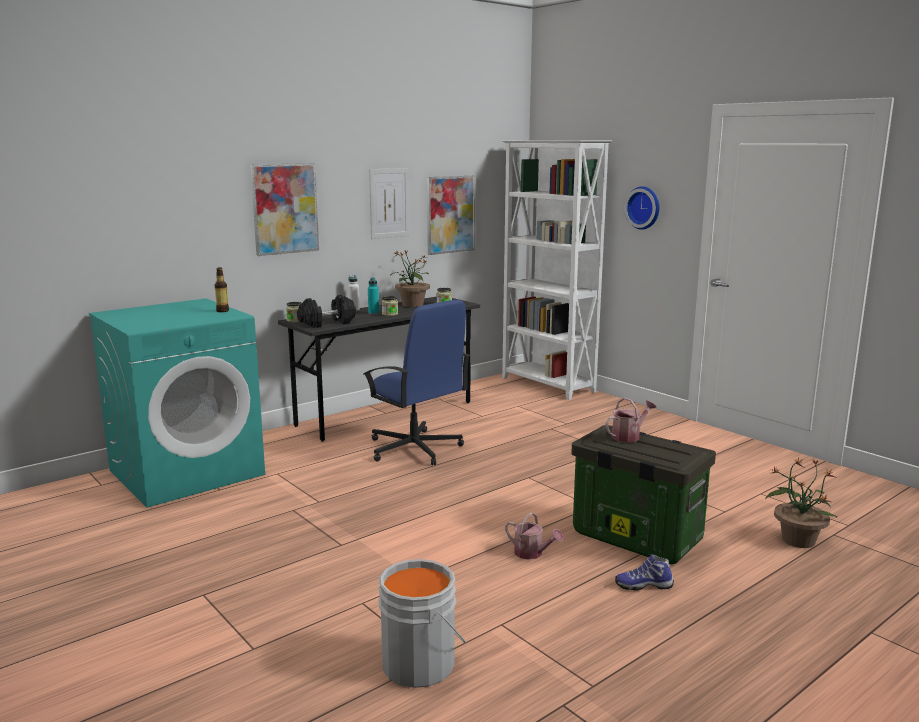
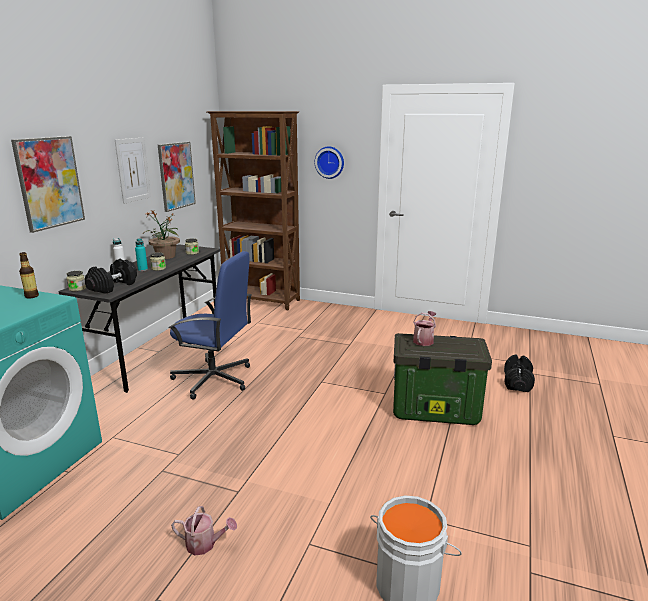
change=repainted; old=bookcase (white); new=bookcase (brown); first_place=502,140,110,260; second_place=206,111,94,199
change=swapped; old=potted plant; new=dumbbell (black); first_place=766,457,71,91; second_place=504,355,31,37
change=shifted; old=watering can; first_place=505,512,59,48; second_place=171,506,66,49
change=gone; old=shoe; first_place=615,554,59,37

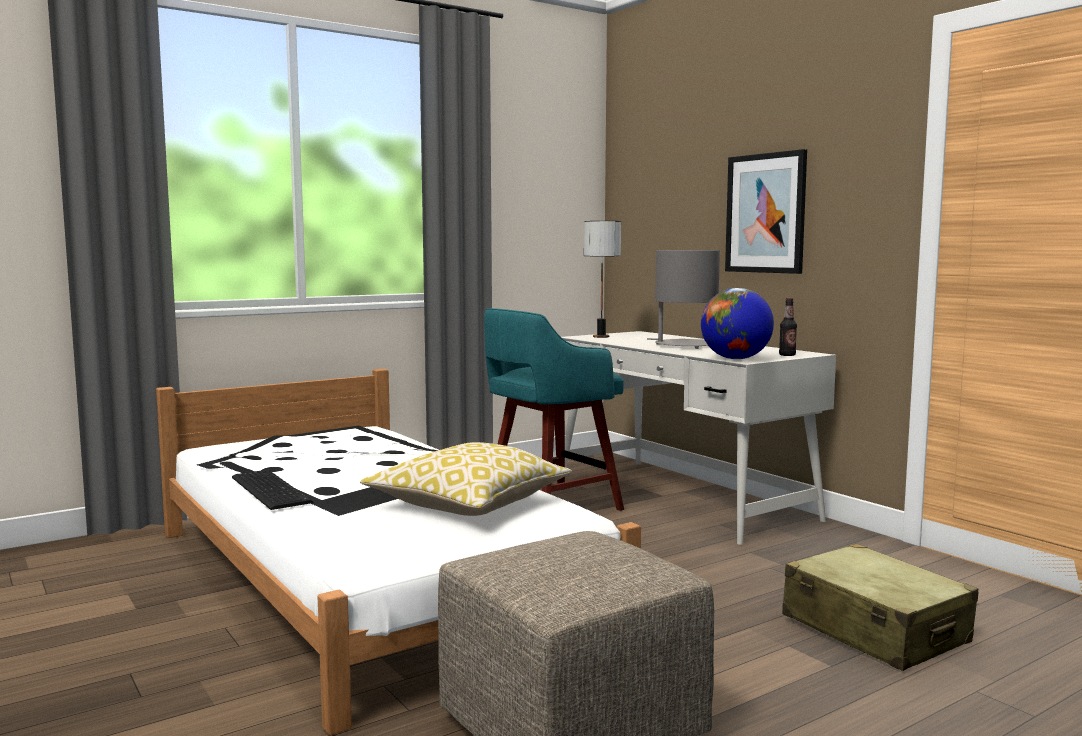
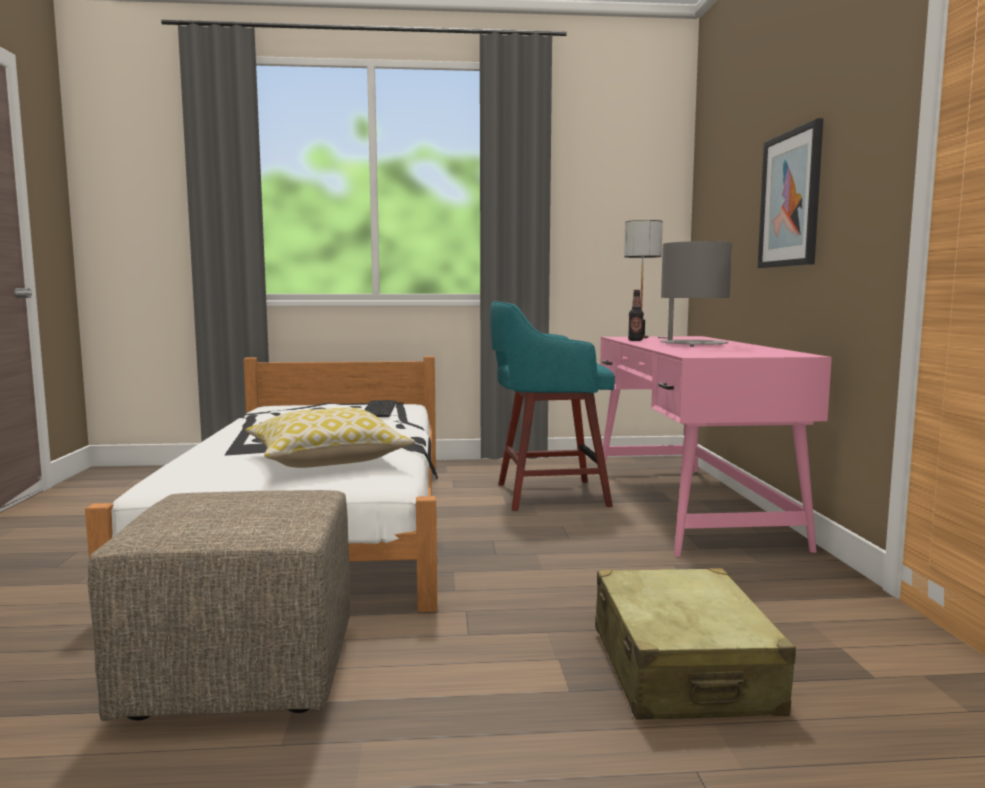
change=gone; old=globe; first_place=701,288,73,71
change=shifted; old=bottle; first_place=779,298,18,58; second_place=628,290,16,51
change=repainted; old=desk (white); new=desk (pink); first_place=562,331,274,214; second_place=600,336,232,221
change=shifted; old=keyboard; first_place=232,470,81,40; second_place=364,400,32,17

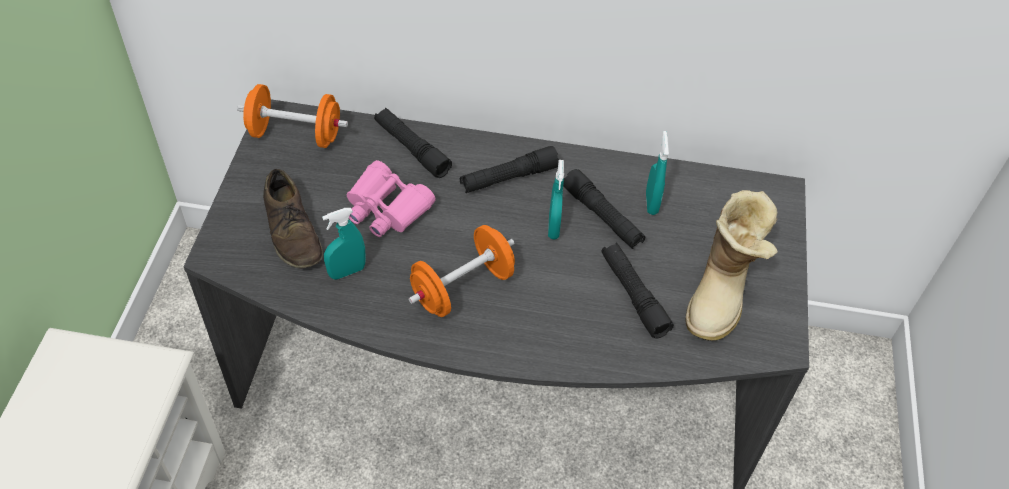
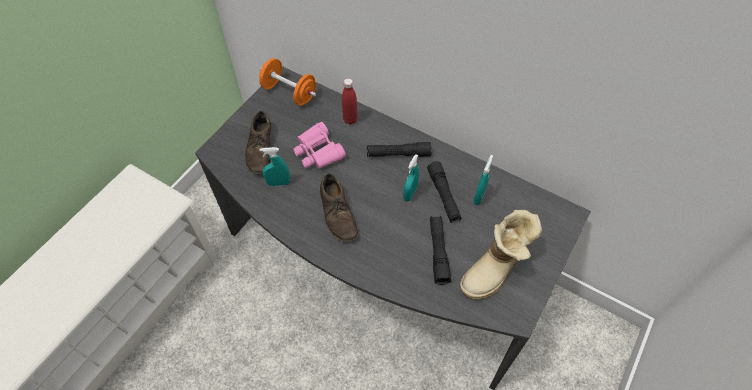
change=swapped; old=flashlight (black); new=bottle (red); first_place=374,108,78,70; second_place=342,78,16,46
change=swapped; old=dumbbell (orange); new=shoe (brown); first_place=408,225,107,92; second_place=320,174,38,68

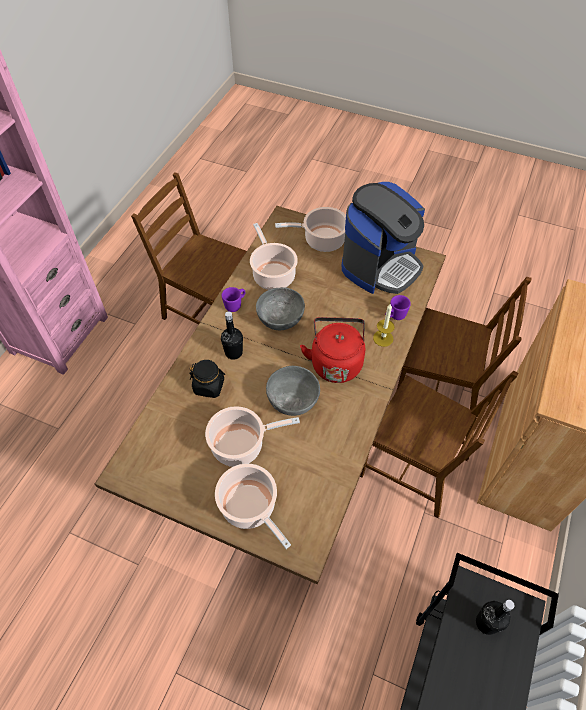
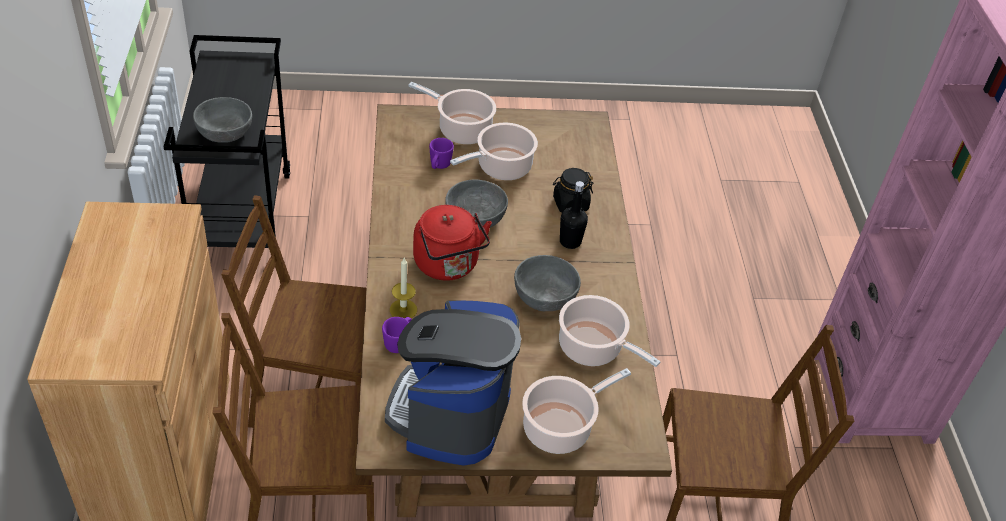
change=shifted; old=mug (purple); first_place=222,287,23,25; second_place=429,138,25,31
change=swapped; old=bottle (black); new=bowl (grey); first_place=476,600,39,35; second_place=193,97,59,46

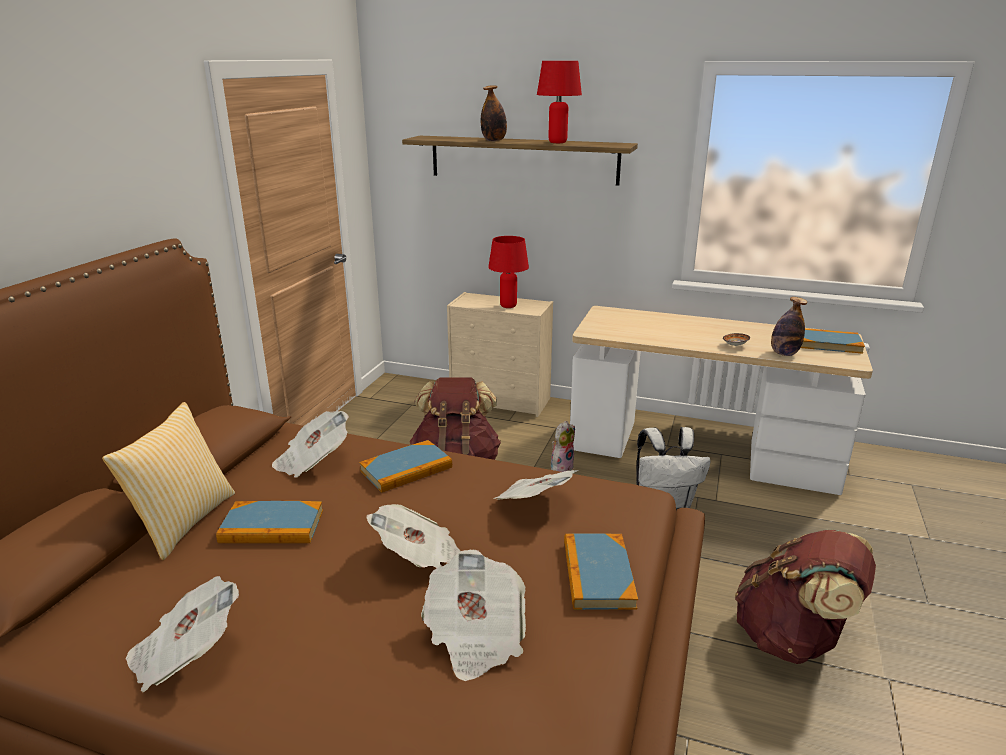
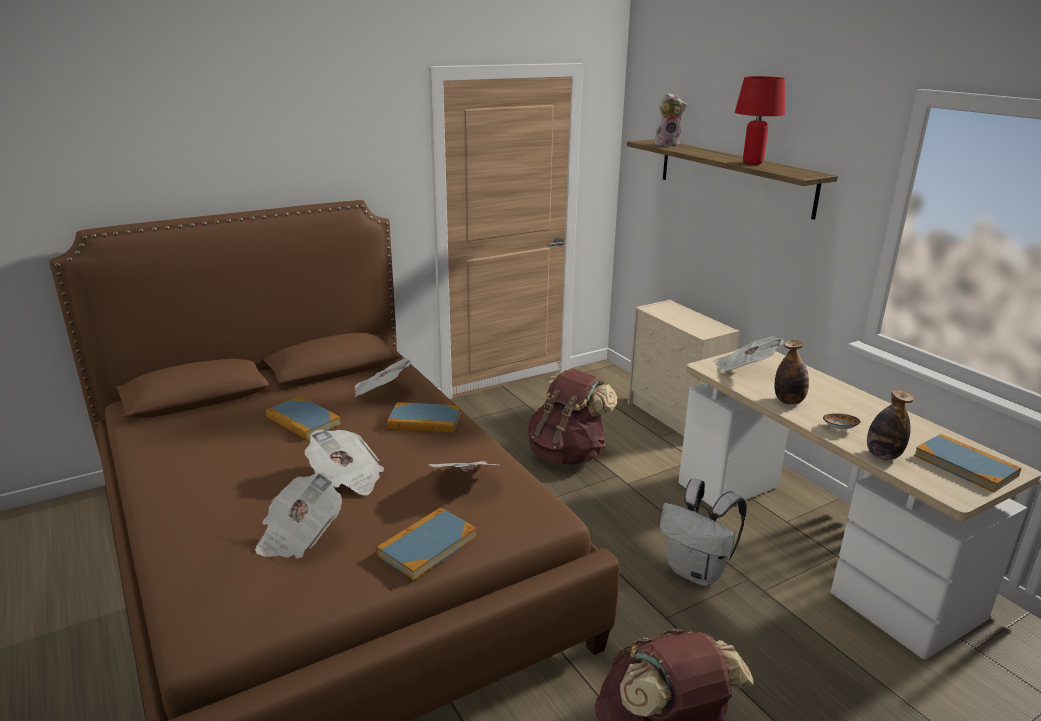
change=shifted; old=bottle; first_place=481,85,26,56; second_place=774,340,35,65
change=gone; old=table lamp (red); first_place=488,236,41,72
change=gone; old=pillow; first_place=102,402,133,158
change=shifted; old=plush toy; first_place=551,421,24,51; second_place=655,93,32,54
change=shifted; old=newspaper; first_place=126,576,113,116; second_place=714,336,70,36

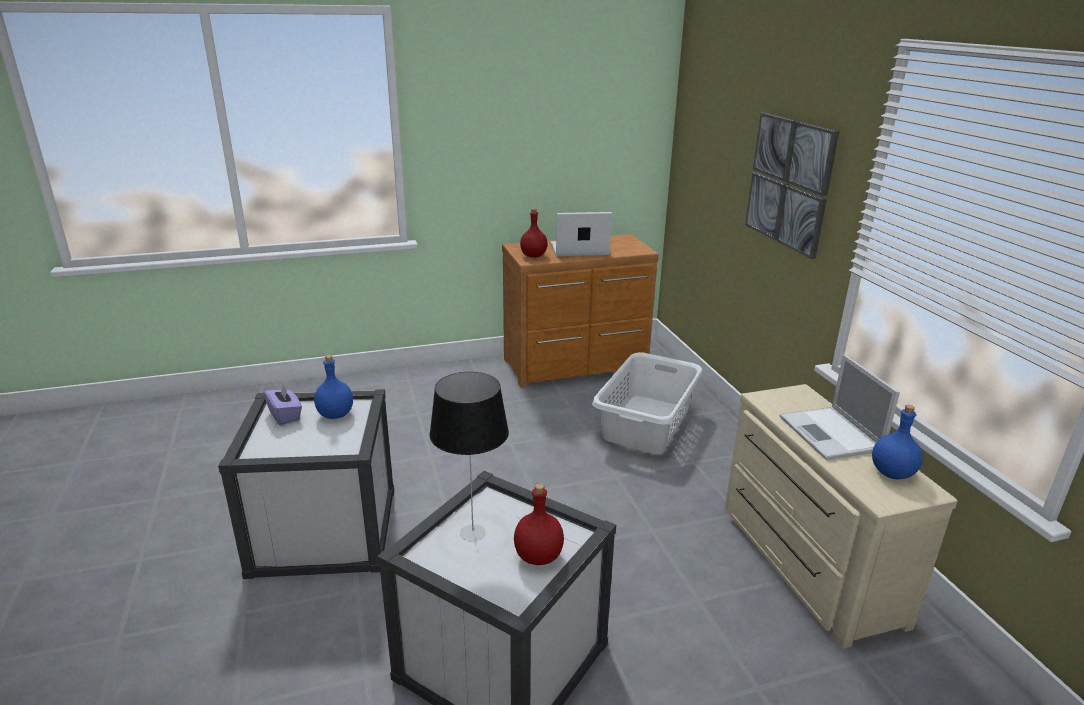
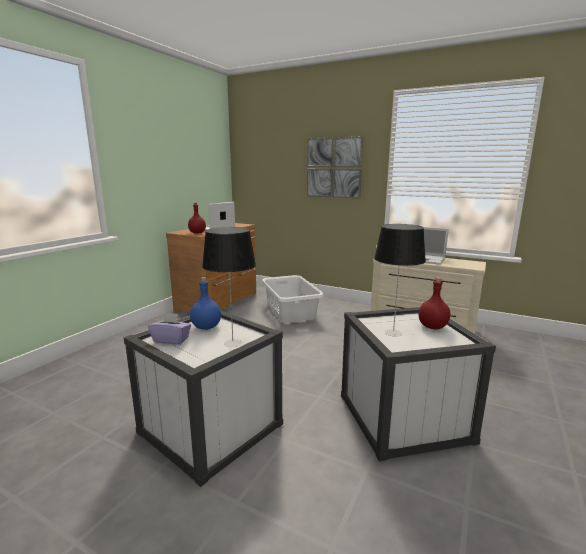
change=gone; old=bottle (blue); first_place=872,405,51,74
change=new; new=table lamp; second_place=202,227,54,120

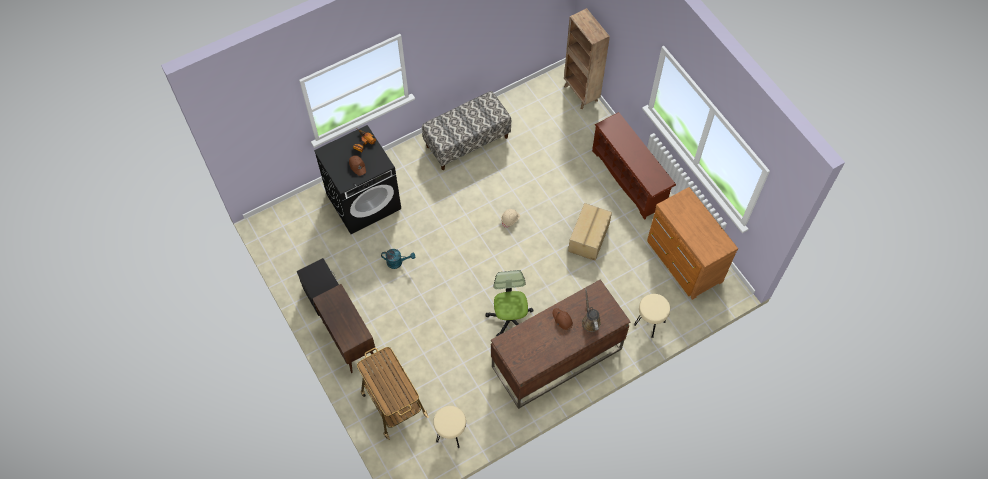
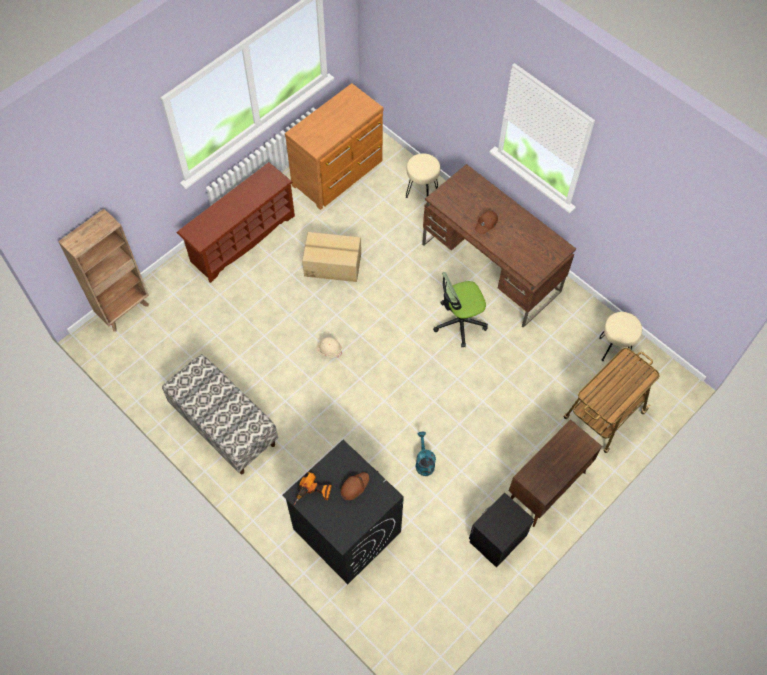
change=gone; old=watering can (brown); first_place=582,288,19,44

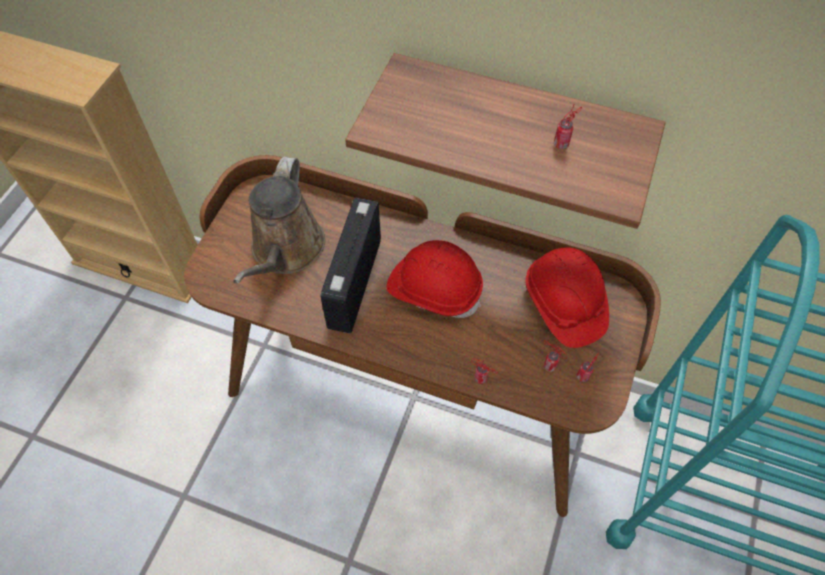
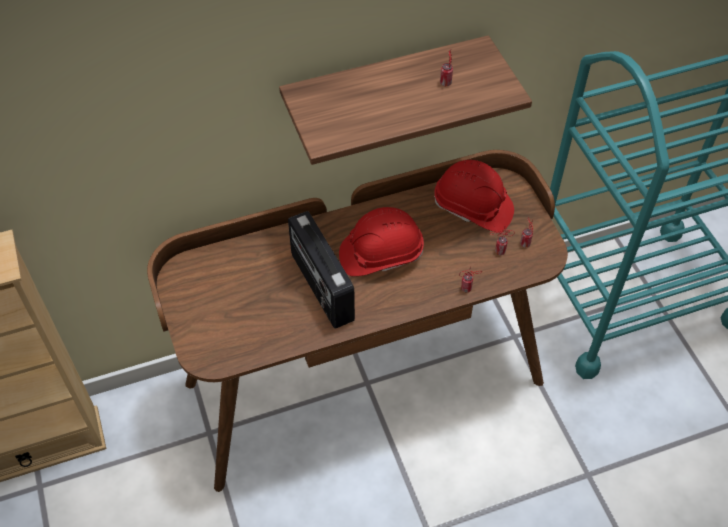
change=gone; old=watering can (brown); first_place=233,157,92,127

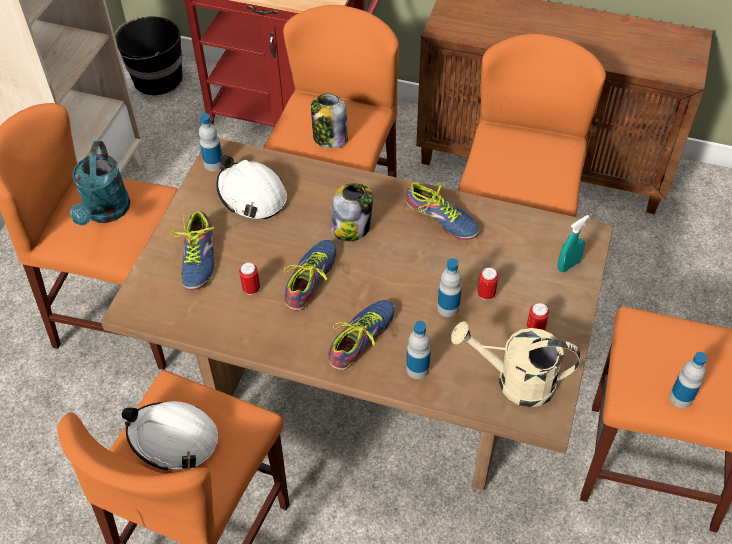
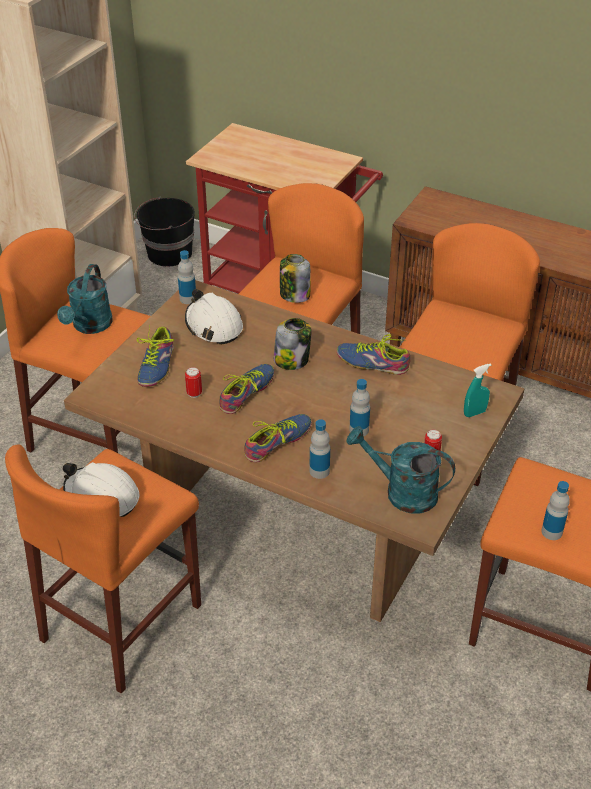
change=rotated; old=shoe; first_place=407,182,72,58; second_place=336,334,74,41; degrees=150
change=gone; old=can; first_place=477,267,21,33
change=repainted; old=watering can (beige); new=watering can (turquoise); first_place=451,321,129,86; second_place=347,426,108,88

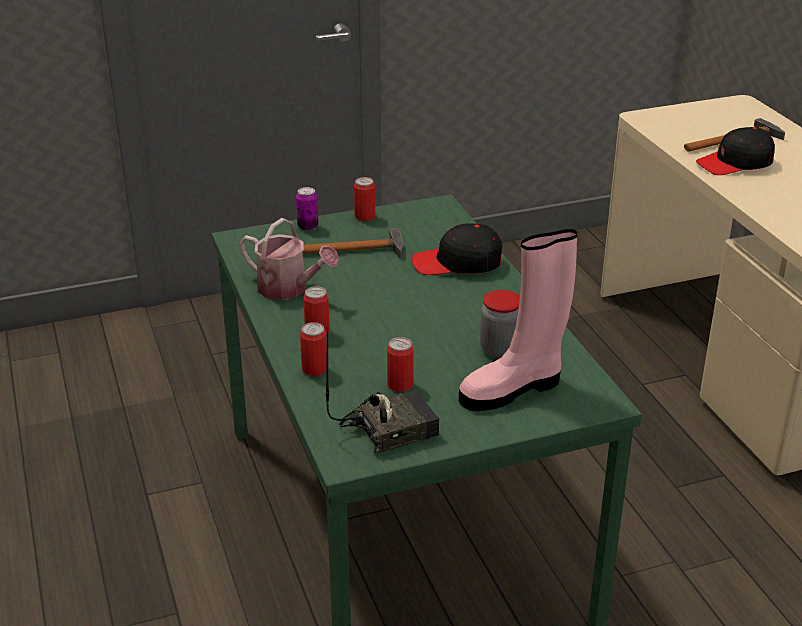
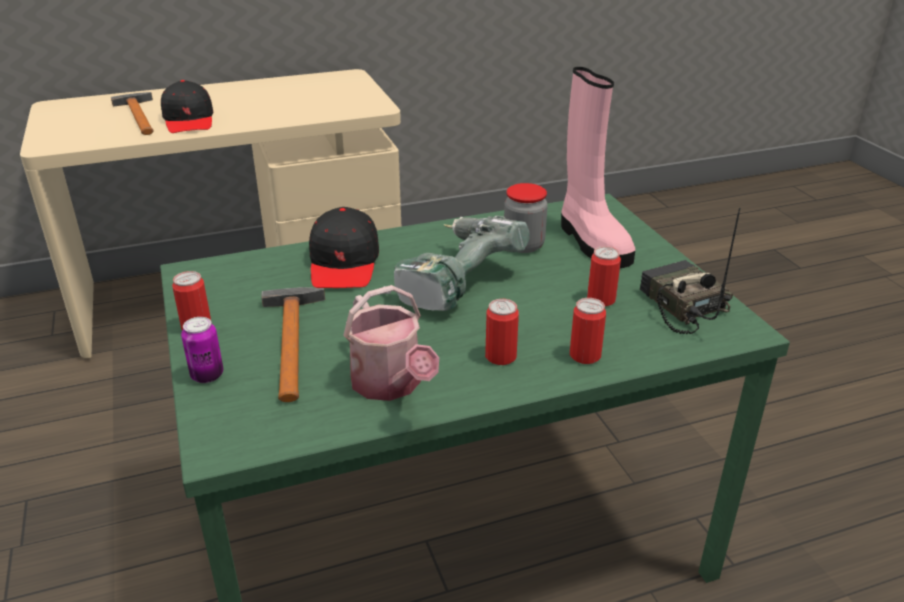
change=rotated; old=watering can; first_place=239,218,100,82; second_place=343,285,96,116; degrees=120
change=new; new=power drill; second_place=383,216,147,95

